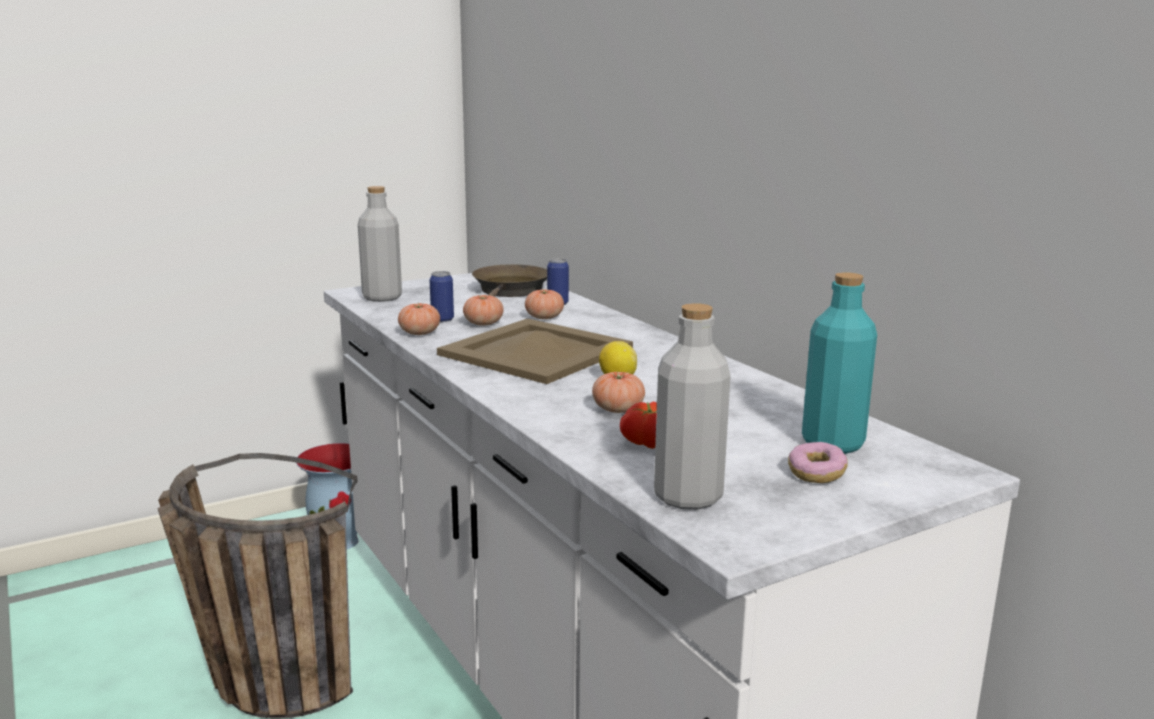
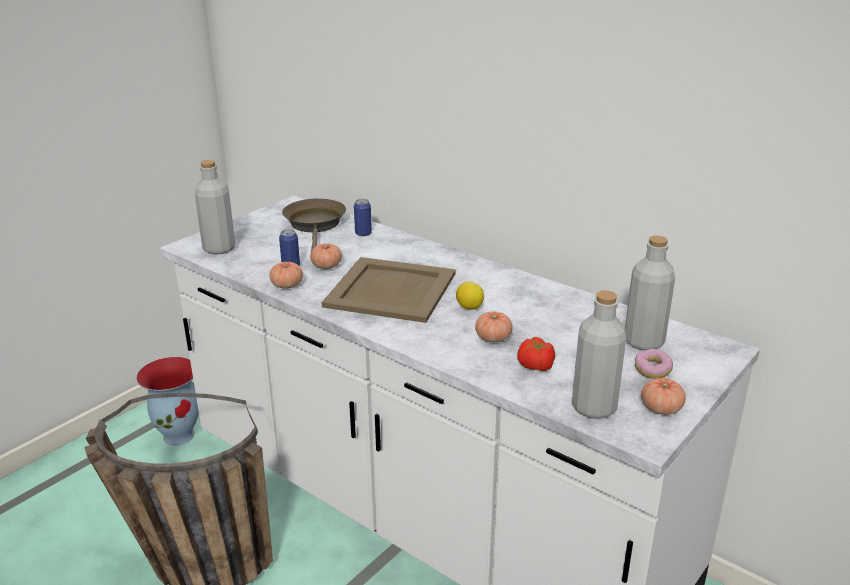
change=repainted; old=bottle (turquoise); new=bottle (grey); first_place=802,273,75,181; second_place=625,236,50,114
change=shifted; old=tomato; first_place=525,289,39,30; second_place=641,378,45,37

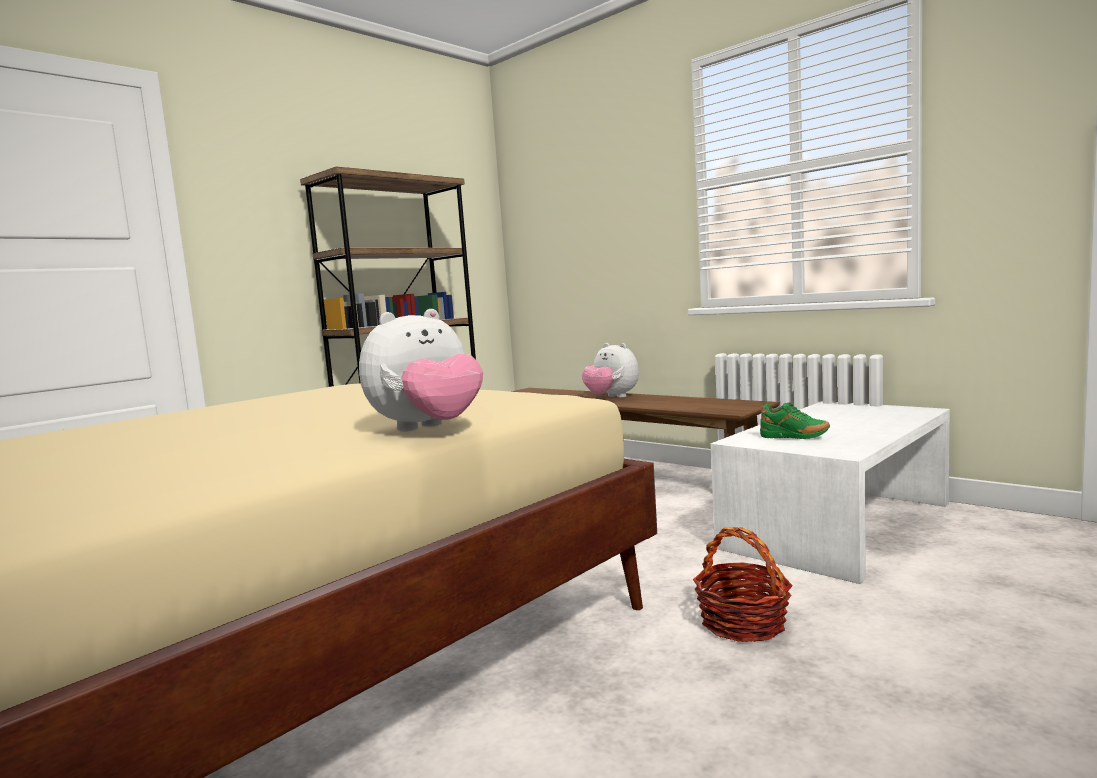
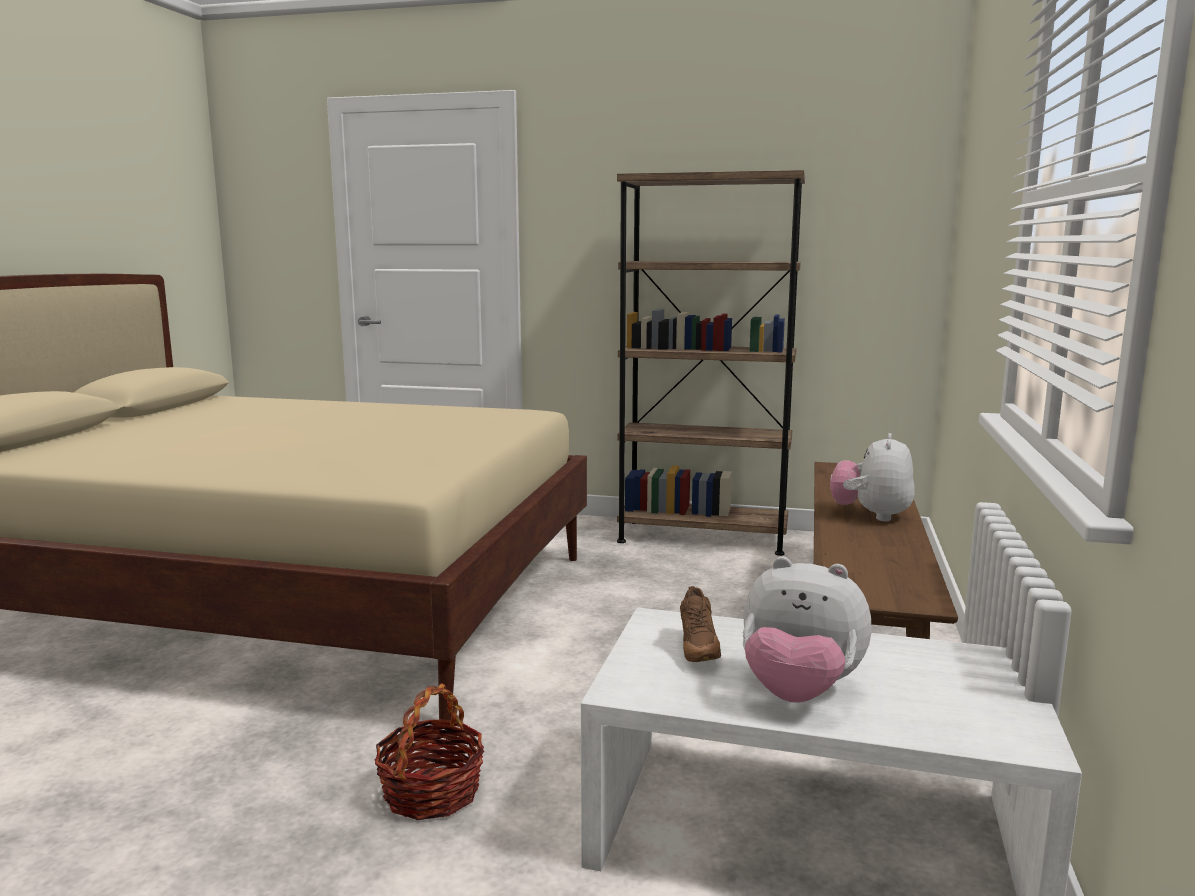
change=shifted; old=plush toy; first_place=359,309,124,123; second_place=743,557,129,146
change=repainted; old=shoe (green); new=shoe (brown); first_place=760,403,70,36; second_place=680,586,41,76

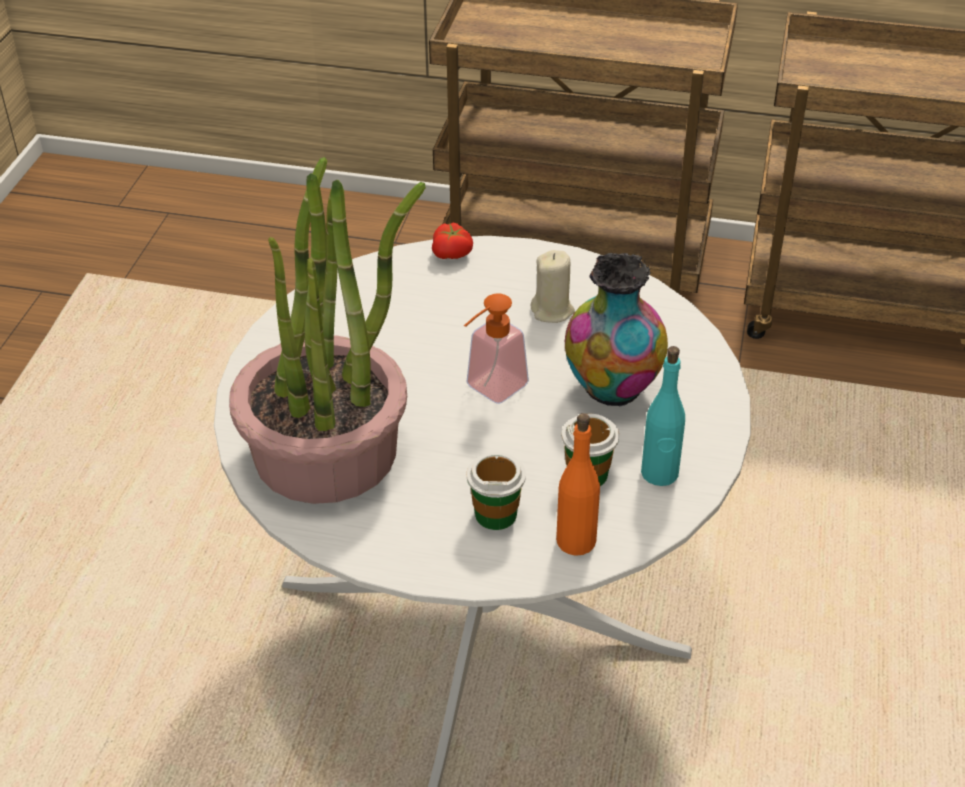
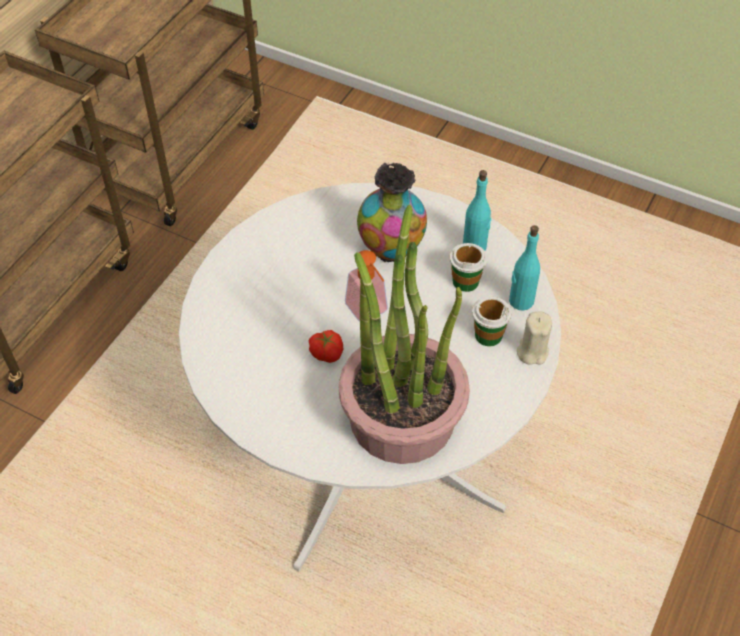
change=shifted; old=tomato; first_place=432,222,41,37; second_place=309,330,34,33
change=shifted; old=candle (beige); first_place=531,250,44,73; second_place=517,311,35,53
change=repainted; old=bottle (orange); new=bottle (turquoise); first_place=556,413,44,143; second_place=509,225,31,85

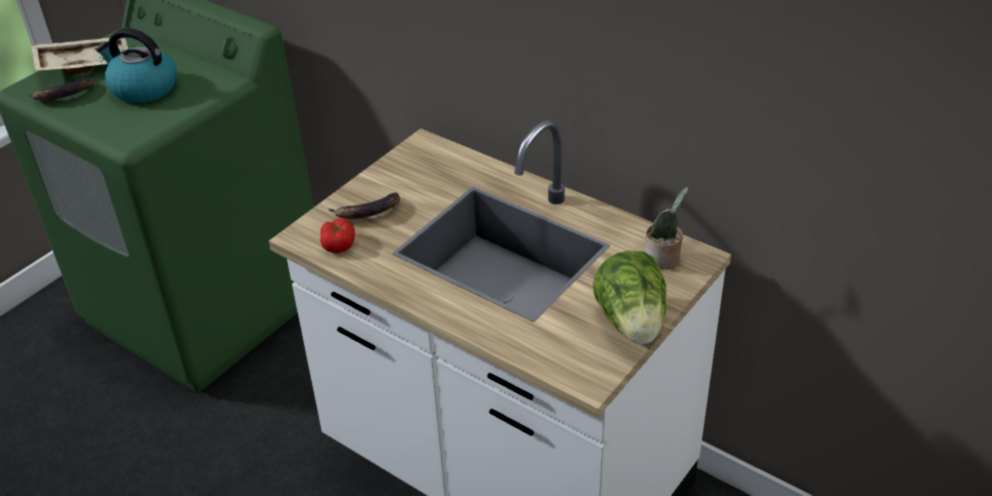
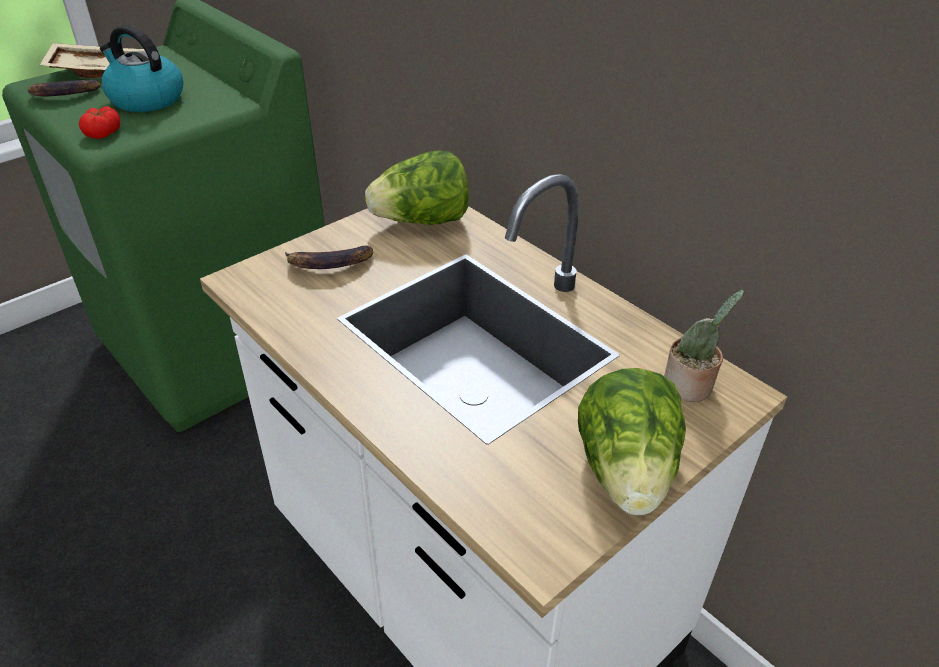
change=shifted; old=tomato; first_place=320,218,35,35; second_place=79,106,41,33
change=new; new=lettuce; second_place=365,151,104,74

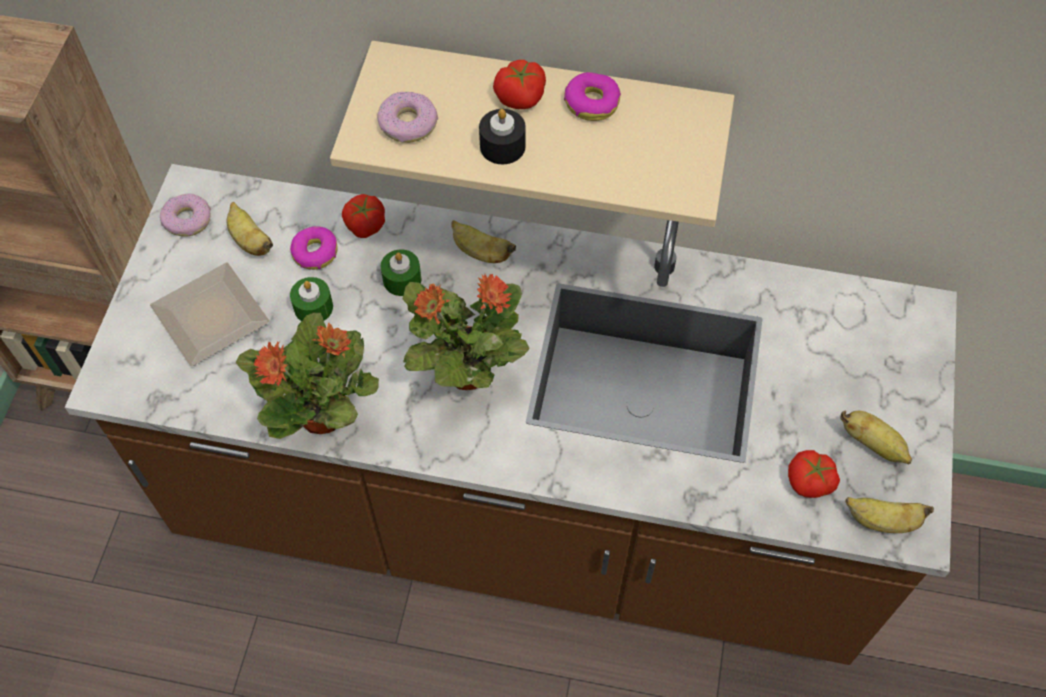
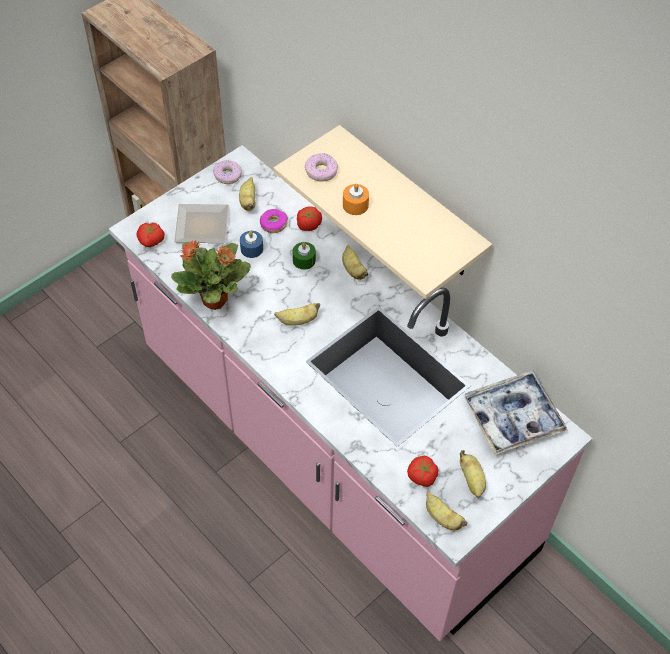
change=shifted; old=tomato; first_place=493,60,53,49; second_place=137,223,27,24
change=gone; old=donut; first_place=564,72,57,49
change=repainted; old=candle (black); new=candle (orange); first_place=479,109,47,55; second_place=343,184,26,31
change=repainted; old=counter (brown); new=counter (pink); first_place=65,164,892,501; second_place=109,145,483,496
change=swapped; old=potted plant; new=banana; first_place=402,274,128,116; second_place=274,303,46,23
change=repainted; old=candle (green); new=candle (blue); first_place=290,277,43,44; second_place=240,231,23,27
change=new; new=tray; second_place=464,370,104,85

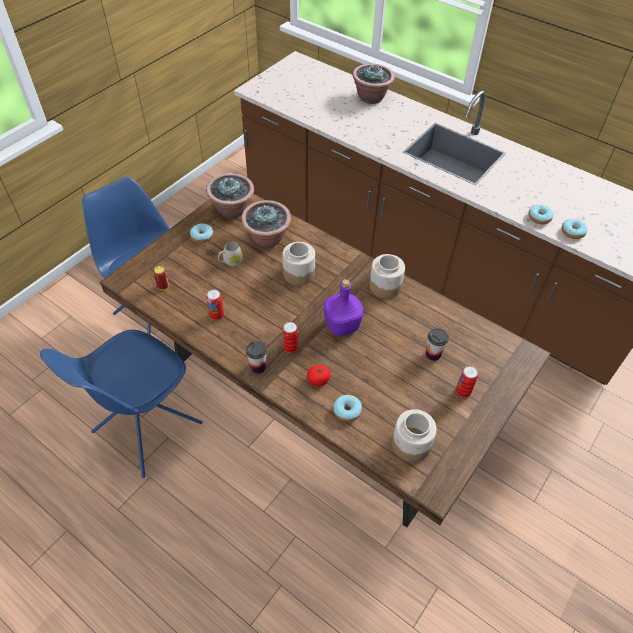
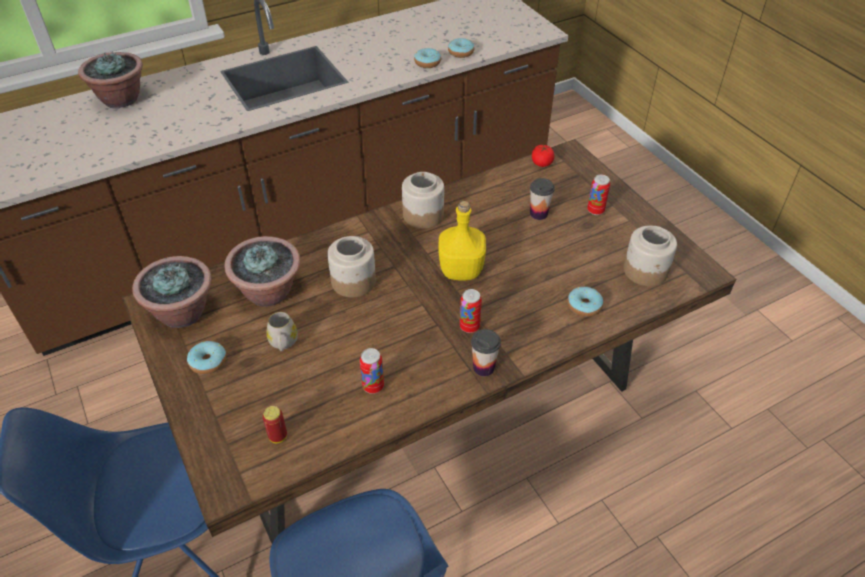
change=repainted; old=bottle (purple); new=bottle (yellow); first_place=324,279,40,57; second_place=438,201,48,80
change=shifted; old=tomato; first_place=307,365,23,22; second_place=532,144,22,23

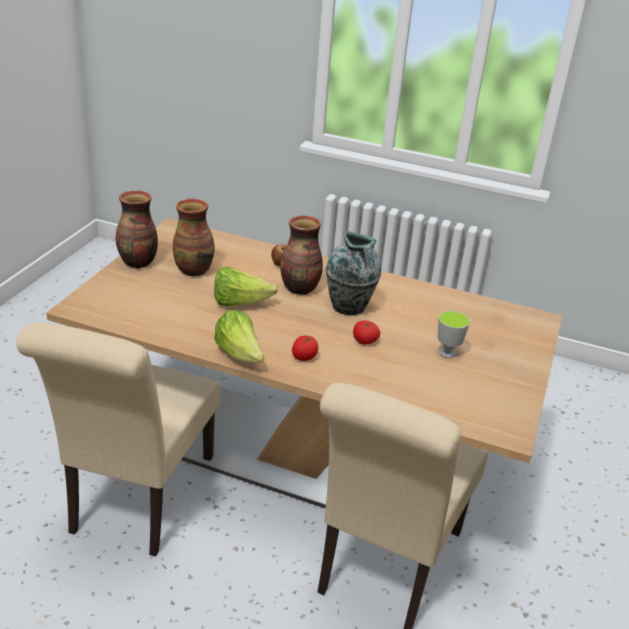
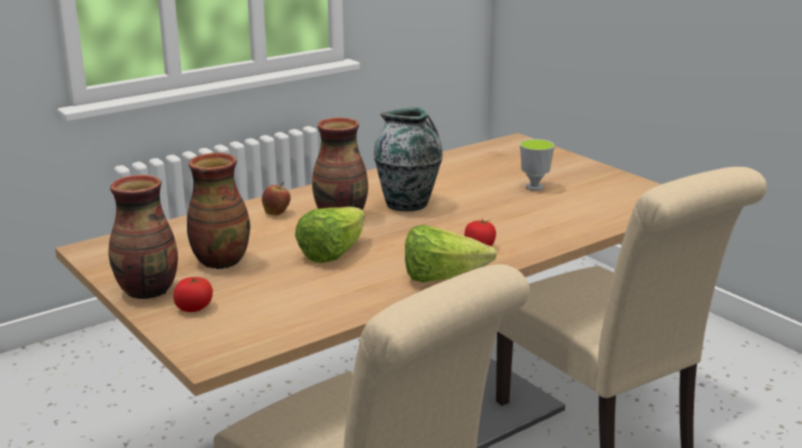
change=shifted; old=tomato; first_place=353,321,27,24; second_place=173,277,40,35

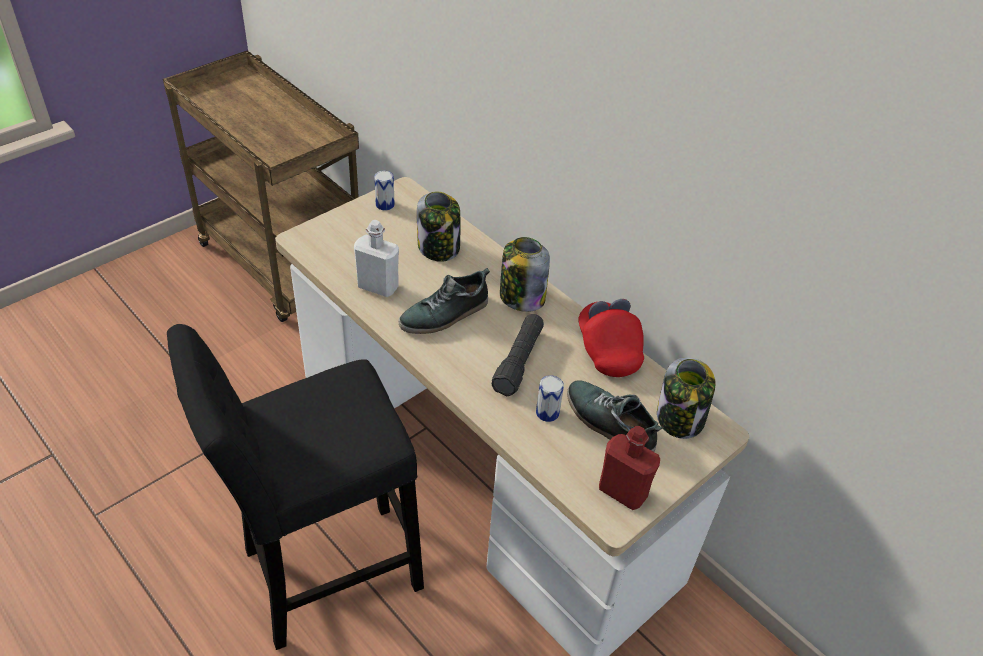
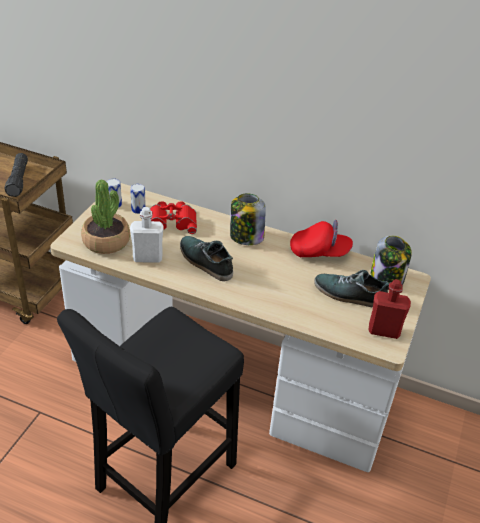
change=swapped; old=jar; new=binoculars (red); first_place=417,191,43,71; second_place=150,201,47,33
change=rotated; old=shoe; first_place=398,268,92,66; second_place=180,236,53,45; degrees=105
change=rotated; old=cap (red); first_place=578,299,66,78; second_place=290,220,63,37; degrees=135
change=shifted; old=flashlight (black); first_place=492,314,52,82; second_place=5,153,23,44
change=shifted; old=can; first_place=536,375,28,47; second_place=130,184,16,30
change=new; new=potted plant; second_place=81,180,49,74

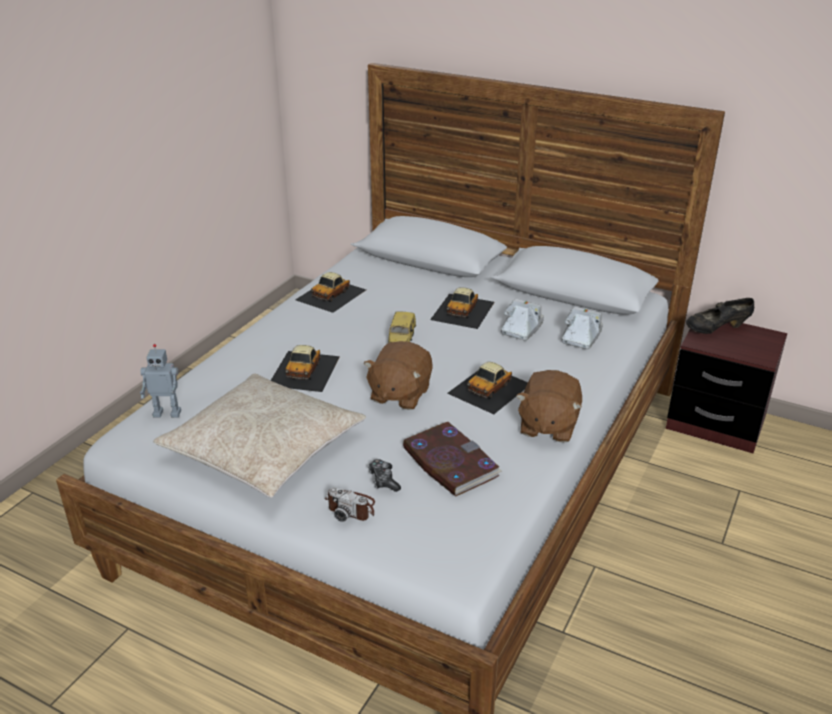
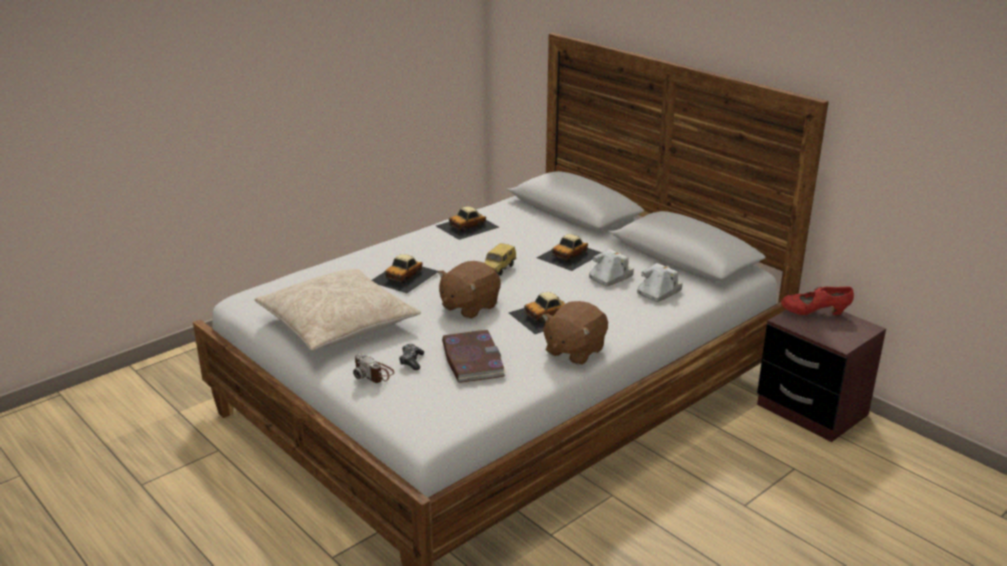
change=repainted; old=shoe (black); new=shoe (red); first_place=686,298,68,36; second_place=781,286,73,29
change=gone; old=toy robot; first_place=140,344,41,73

